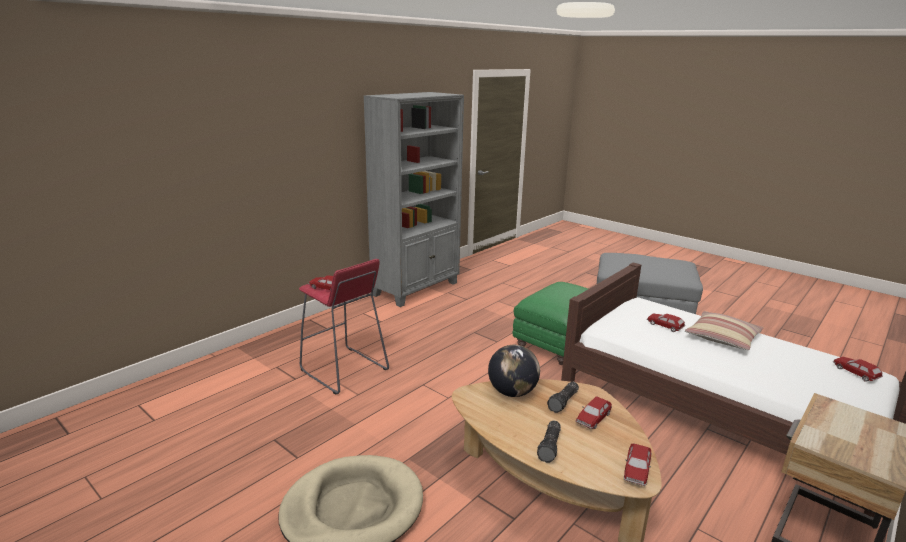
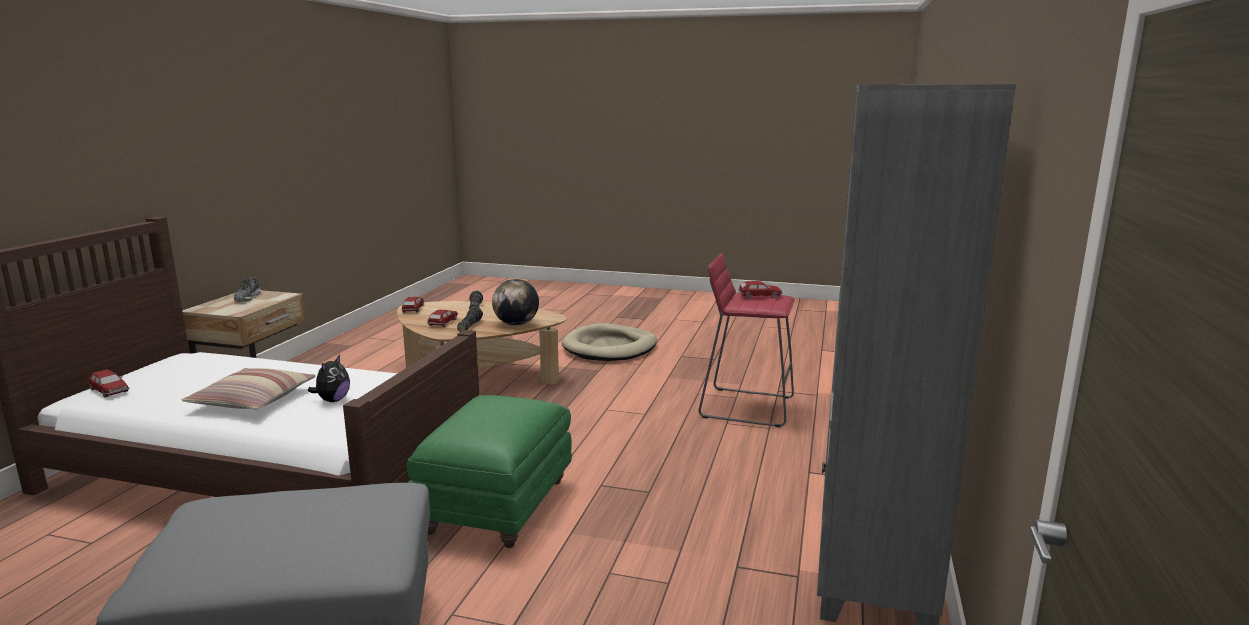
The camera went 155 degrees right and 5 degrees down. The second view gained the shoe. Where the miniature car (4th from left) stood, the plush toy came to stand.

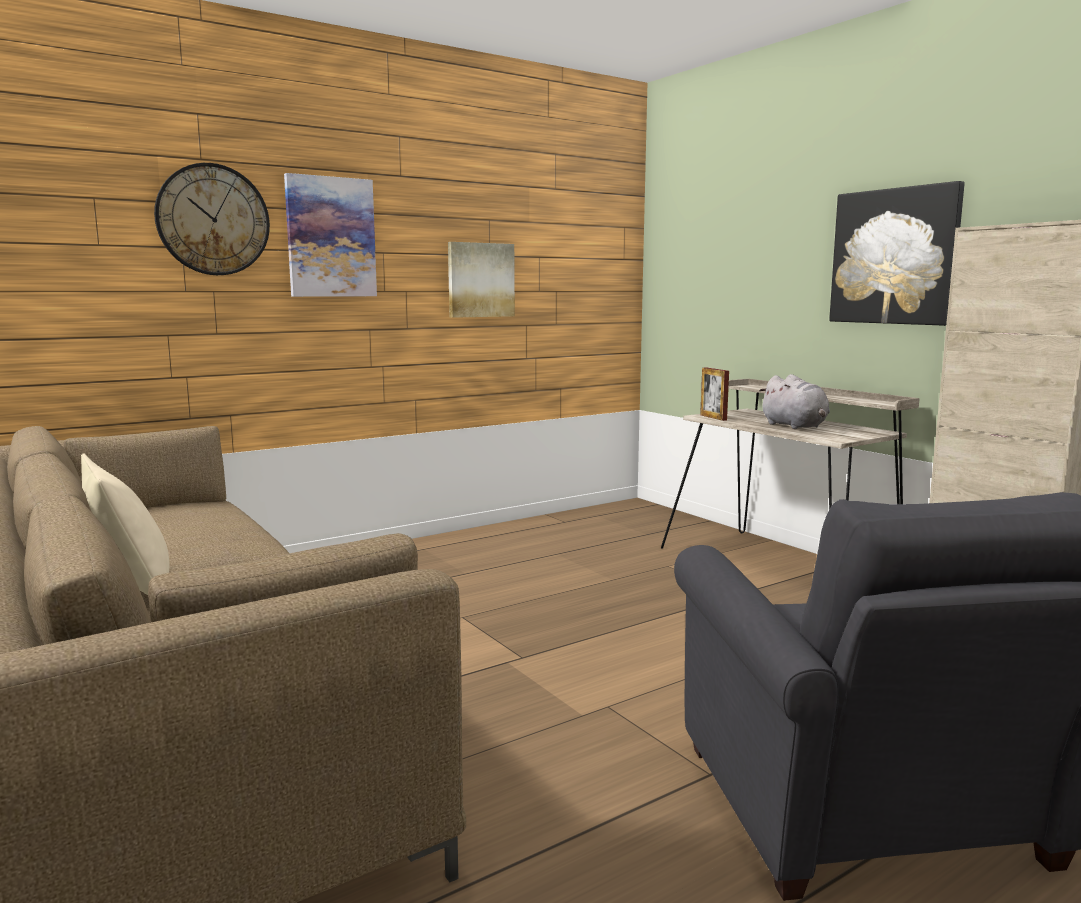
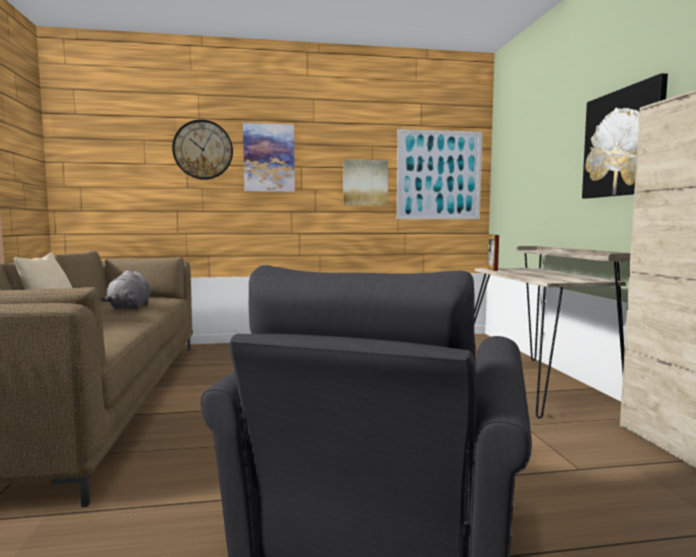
The camera went 25 degrees right and 5 degrees down. The second view gained the picture (3rd from left). The gray plush toy ended up elsewhere.

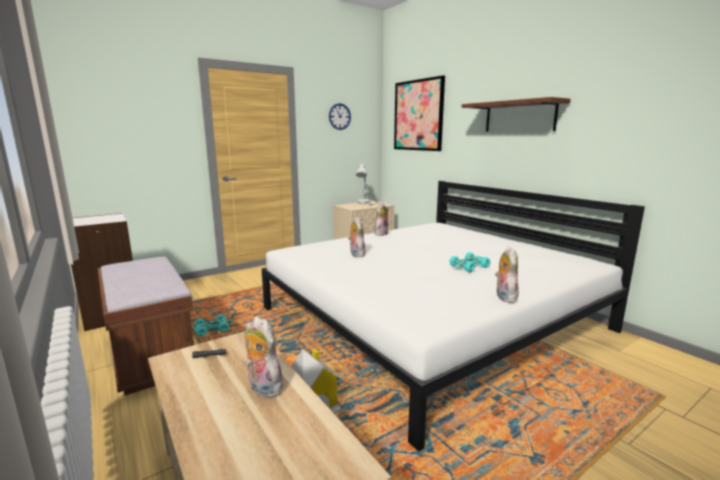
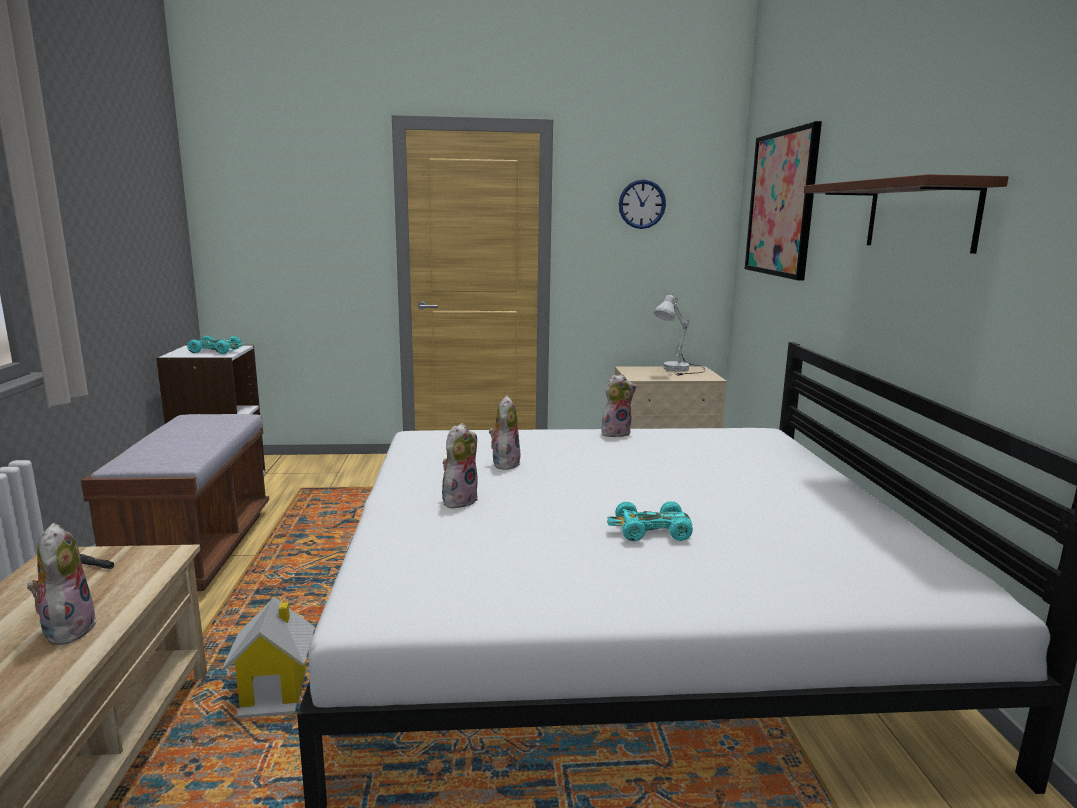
The camera went 30 degrees right and 0 degrees up. The blue-green miniature car (1st from left) ended up elsewhere. The plush toy (4th from left in the first image) ended up elsewhere.

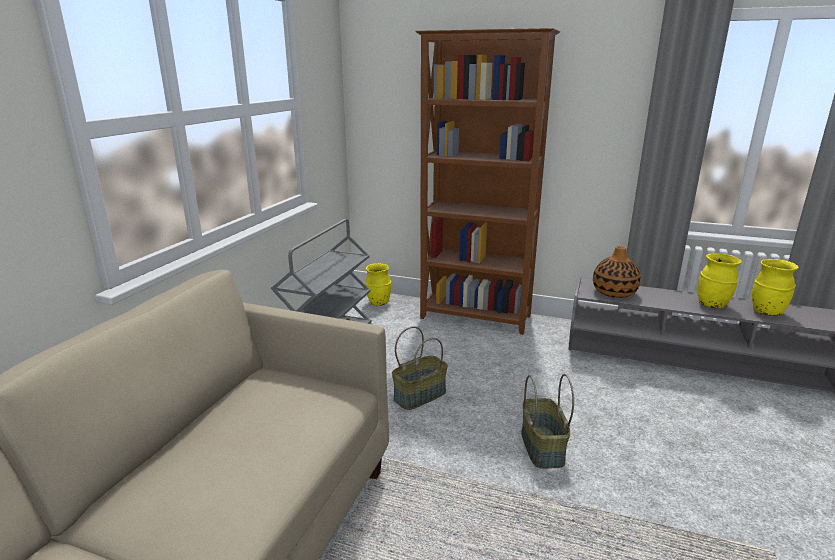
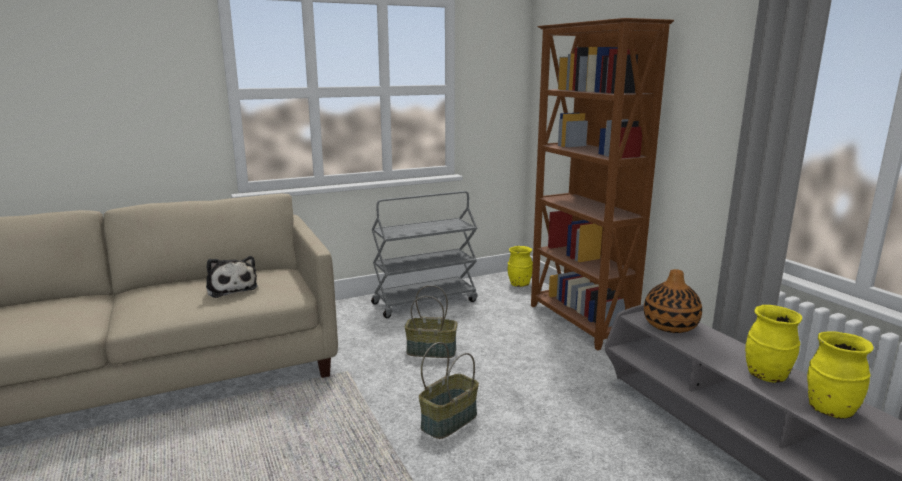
The camera went 45 degrees right and 5 degrees down. The second view gained the plush toy.

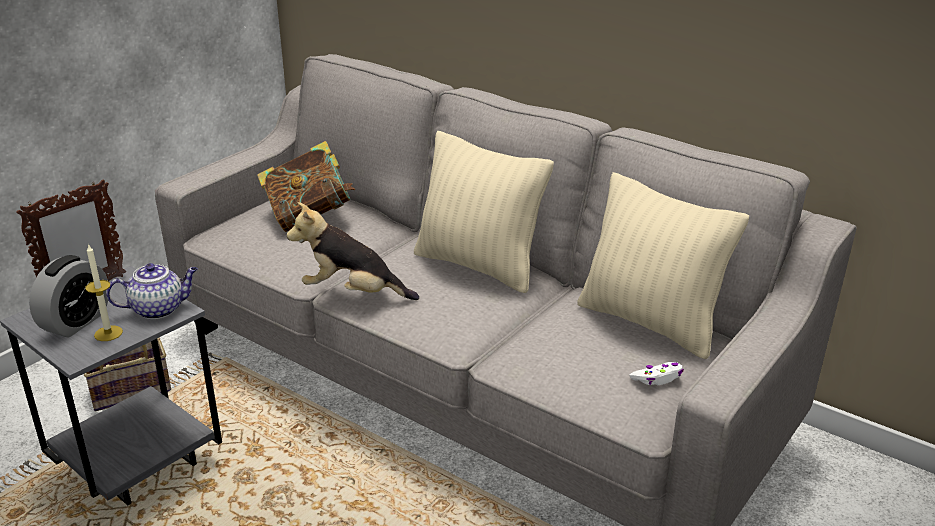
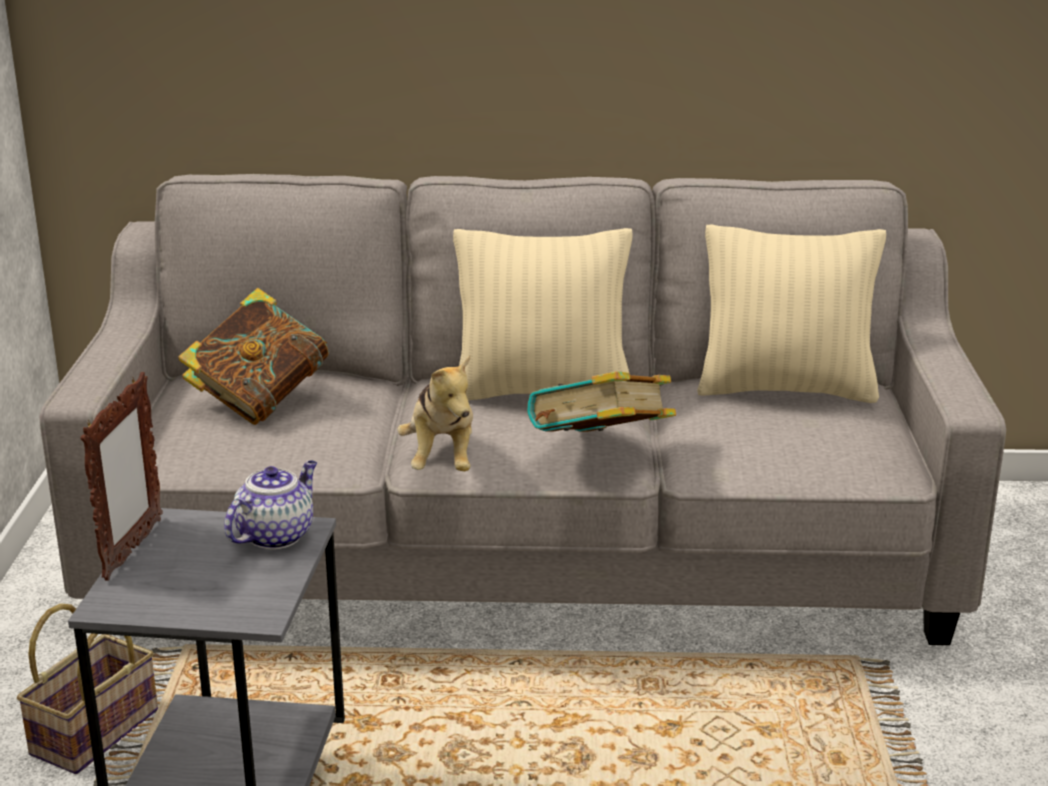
The camera went 35 degrees left and 5 degrees down. The second view lost the table clock. The second view lost the wax light. The second view lost the white-coloured joypad. The second view gained the bound book (2nd from left). The plush toy ended up facing another way, 75 degrees counterclockwise from before.

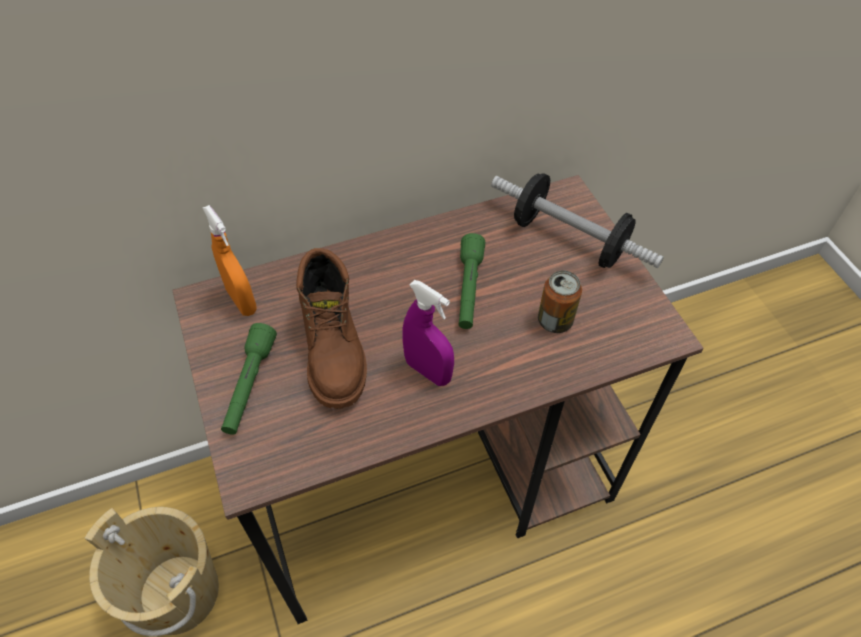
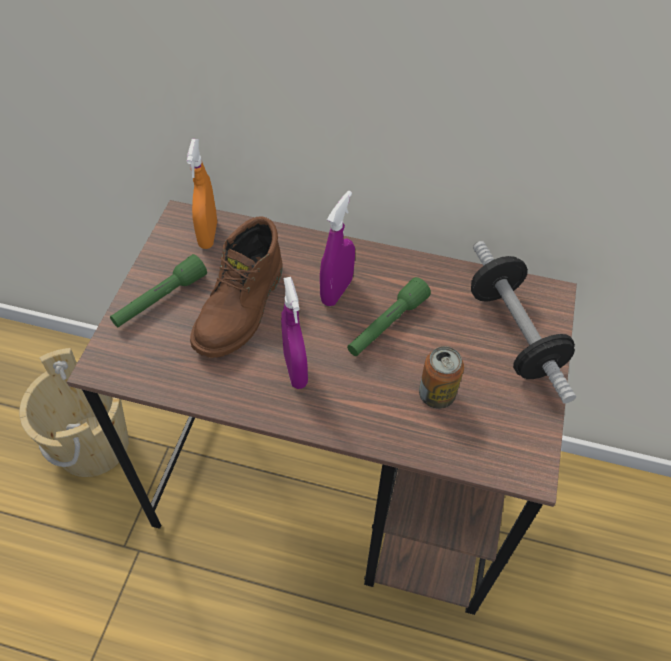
The camera went 35 degrees right and 0 degrees up. The second view gained the purplish hand sprayer (2nd from left).

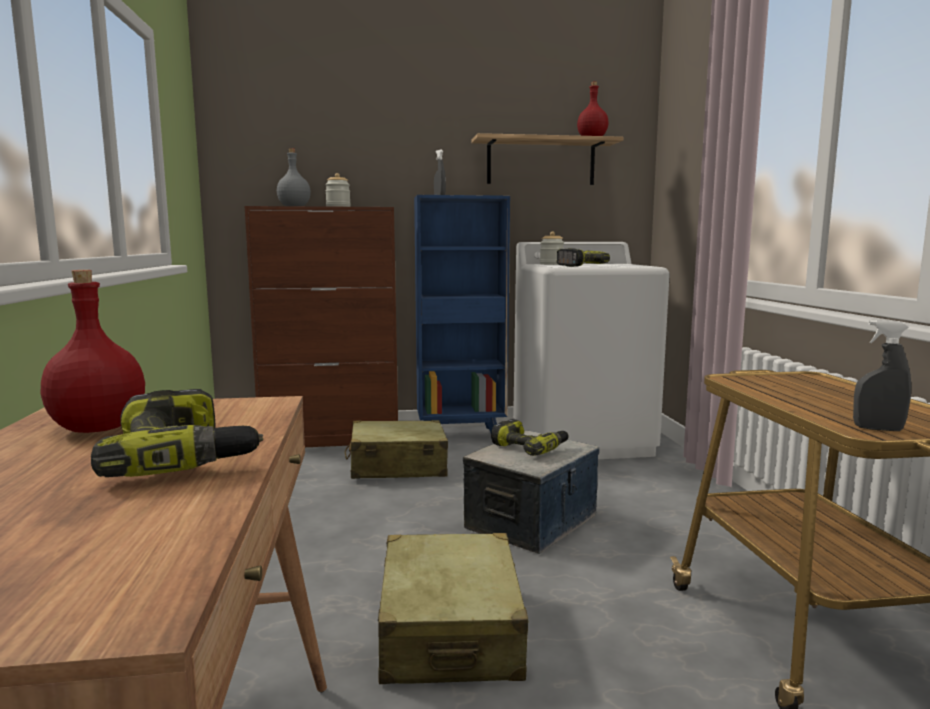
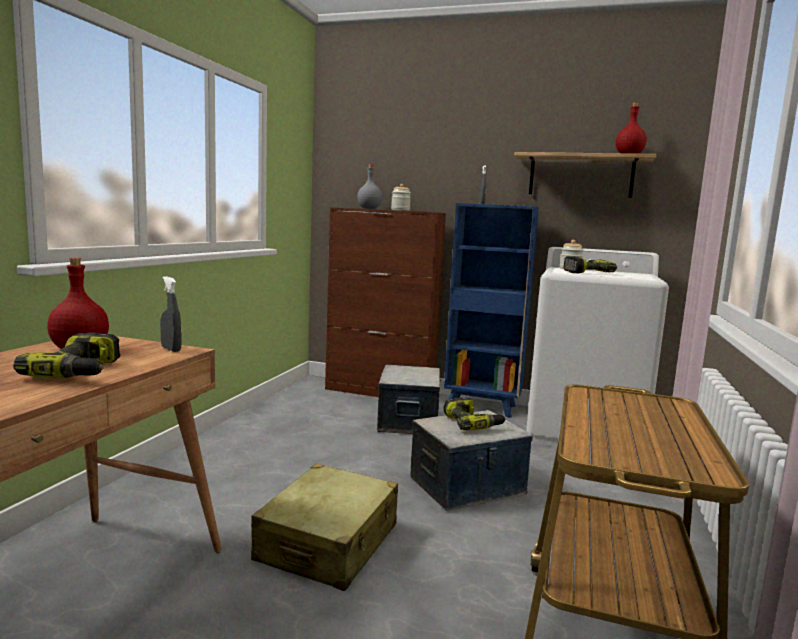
The camera went 25 degrees right and 0 degrees up. The gray hand sprayer (2nd from left in the first image) ended up elsewhere. Where the sand-coloured piece of luggage (1st from left) stood, the storage bin (1st from left) came to stand.

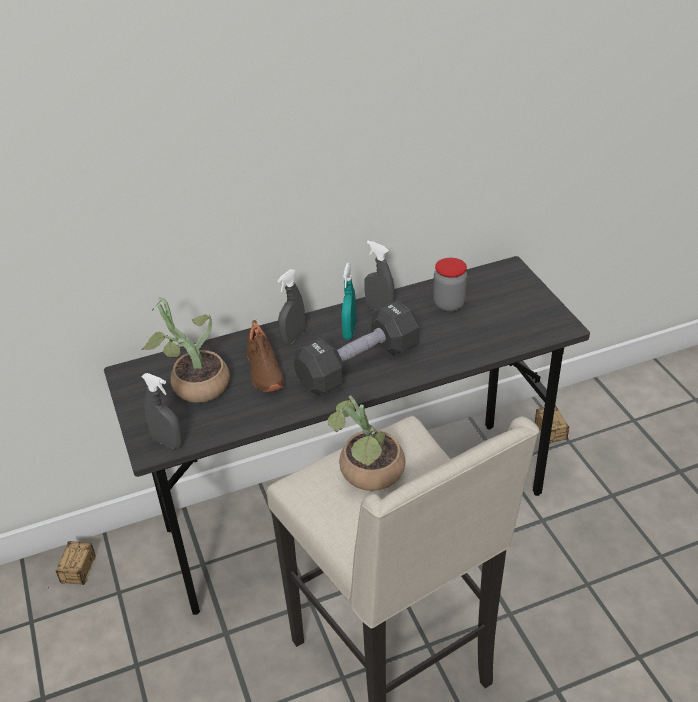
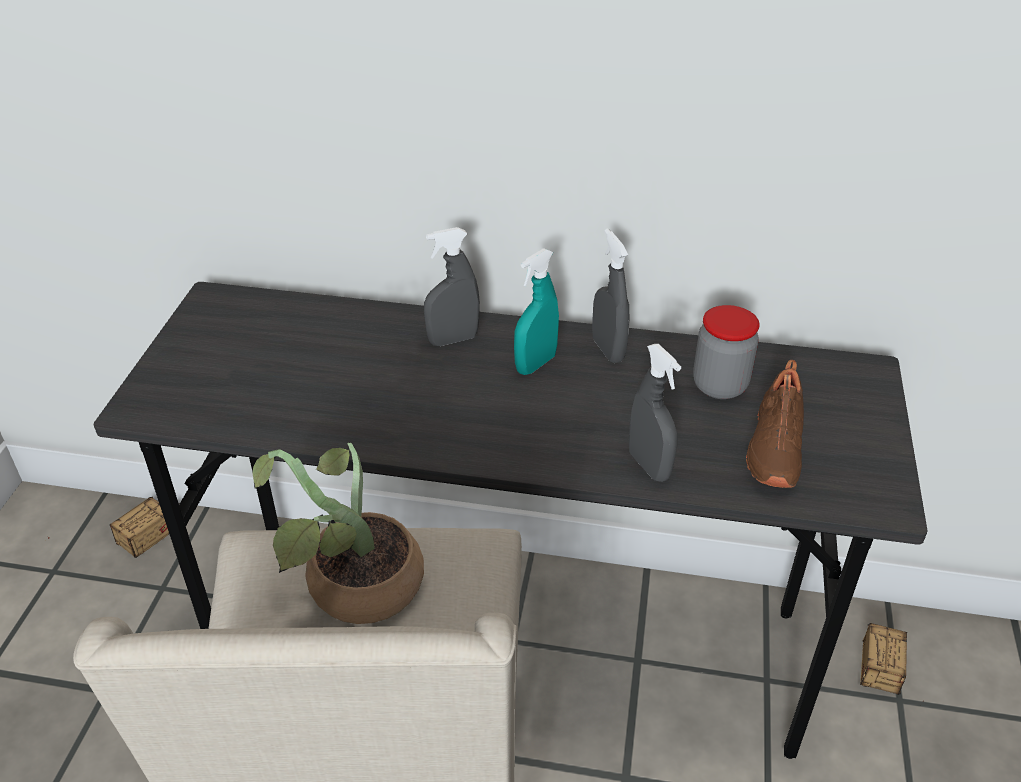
The camera went 30 degrees right and 0 degrees up. The second view lost the houseplant (1st from left). The second view lost the black-coloured free weight. The gray hand sprayer (1st from left in the first image) ended up elsewhere. The brown shoe ended up elsewhere.

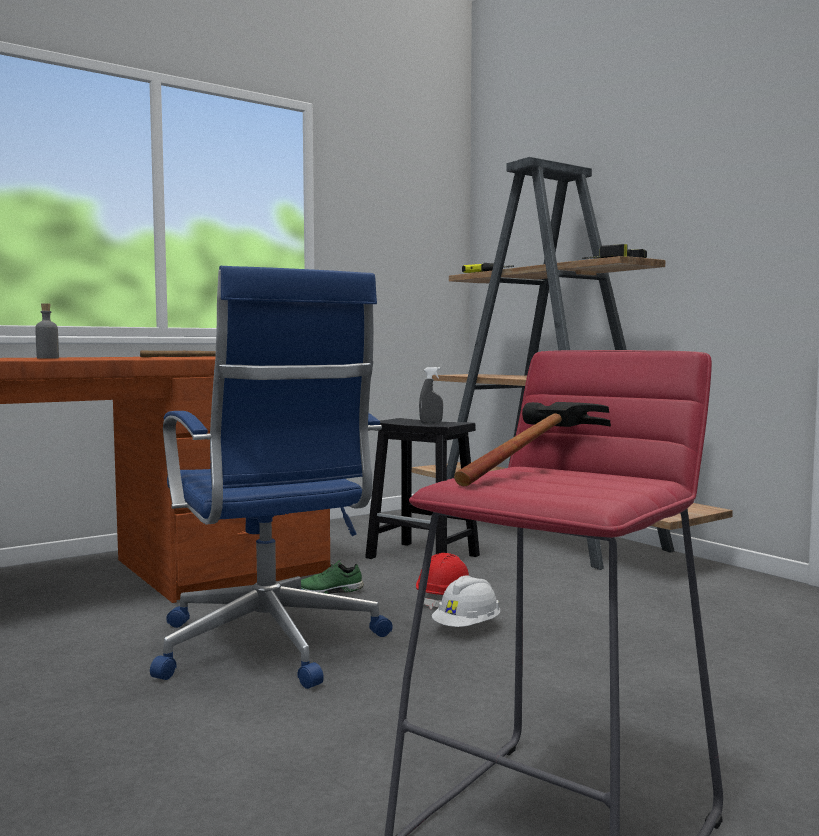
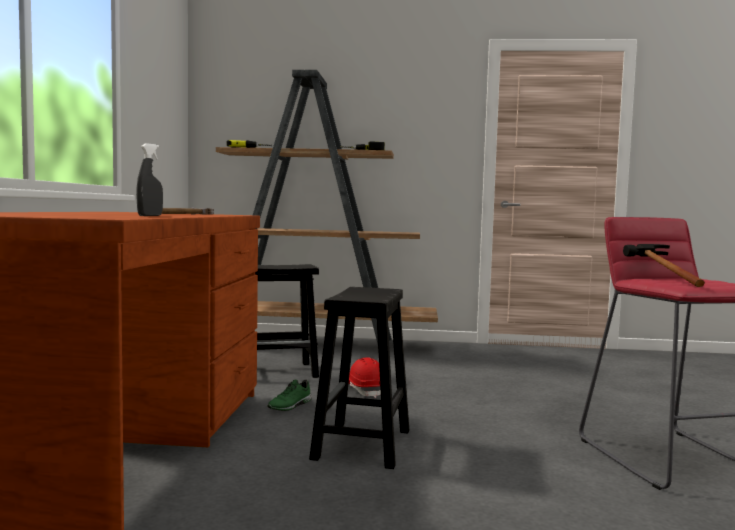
The camera went 50 degrees left and 0 degrees up. The second view lost the gray drink bottle. The second view lost the white-coloured safety helmet. The gray hand sprayer ended up elsewhere. Where the blue-coloured computer chair stood, the black-coloured stool seat (2nd from left) came to stand.

